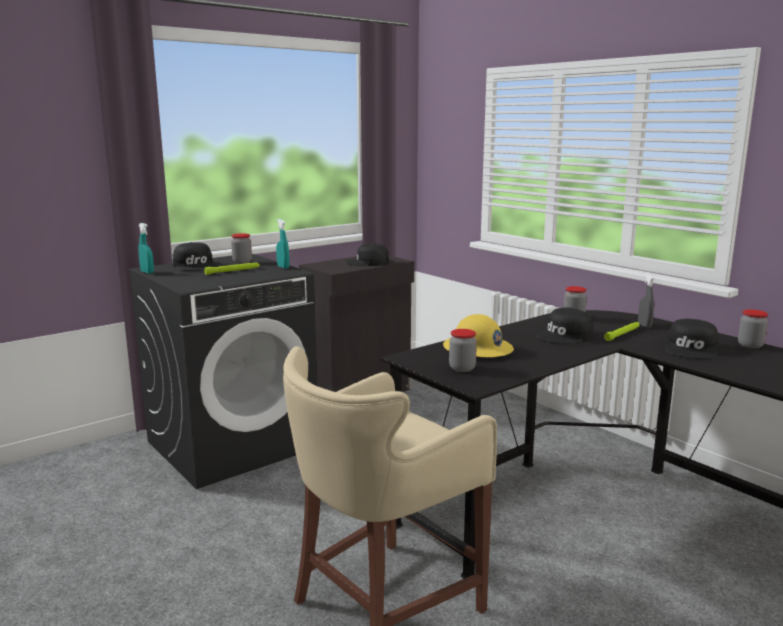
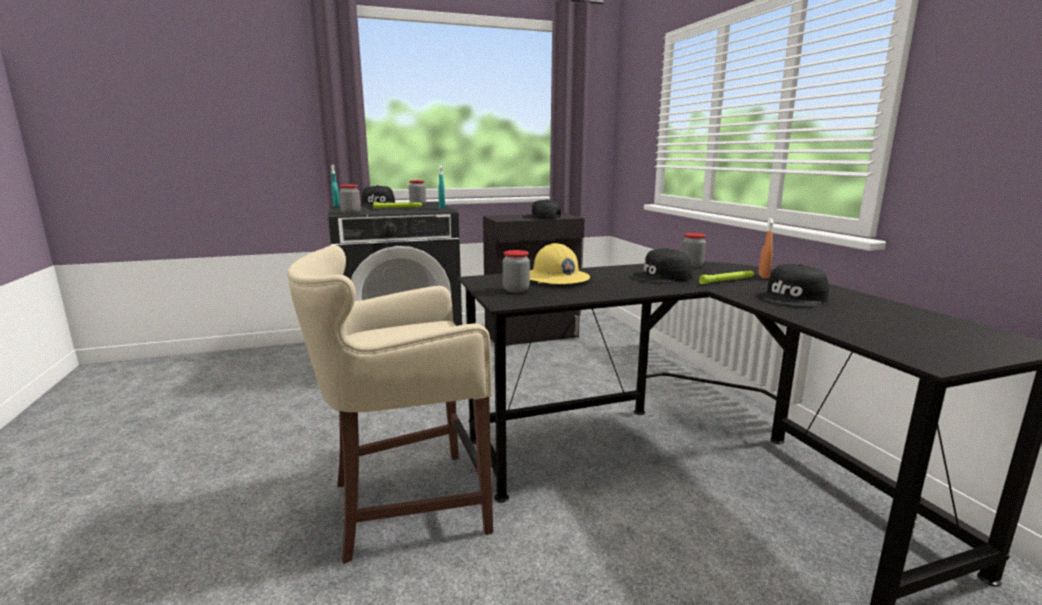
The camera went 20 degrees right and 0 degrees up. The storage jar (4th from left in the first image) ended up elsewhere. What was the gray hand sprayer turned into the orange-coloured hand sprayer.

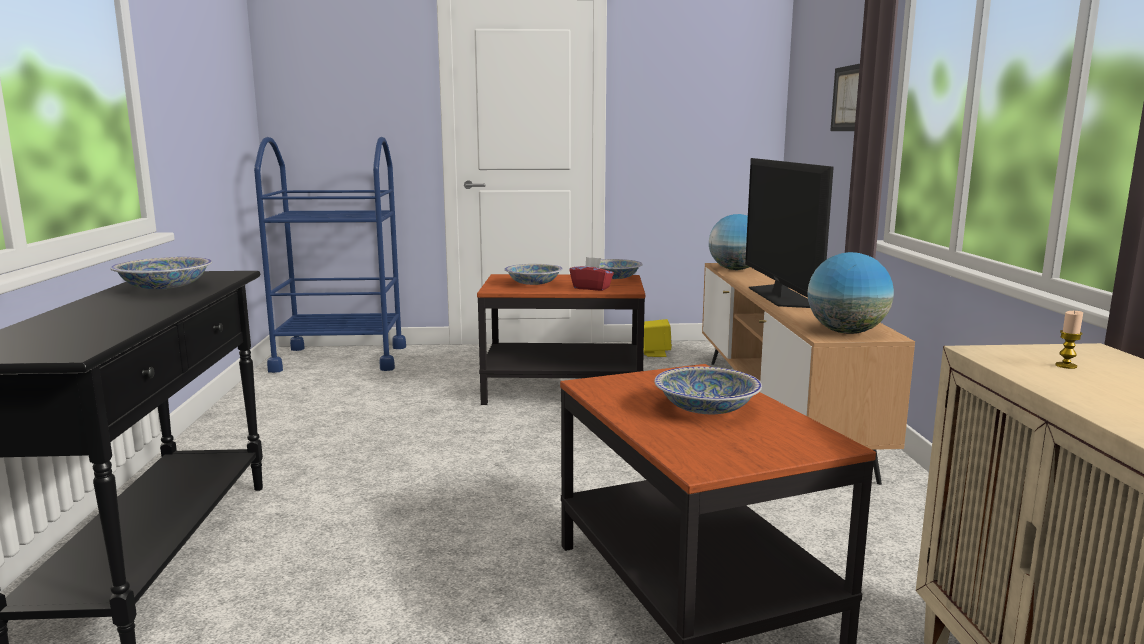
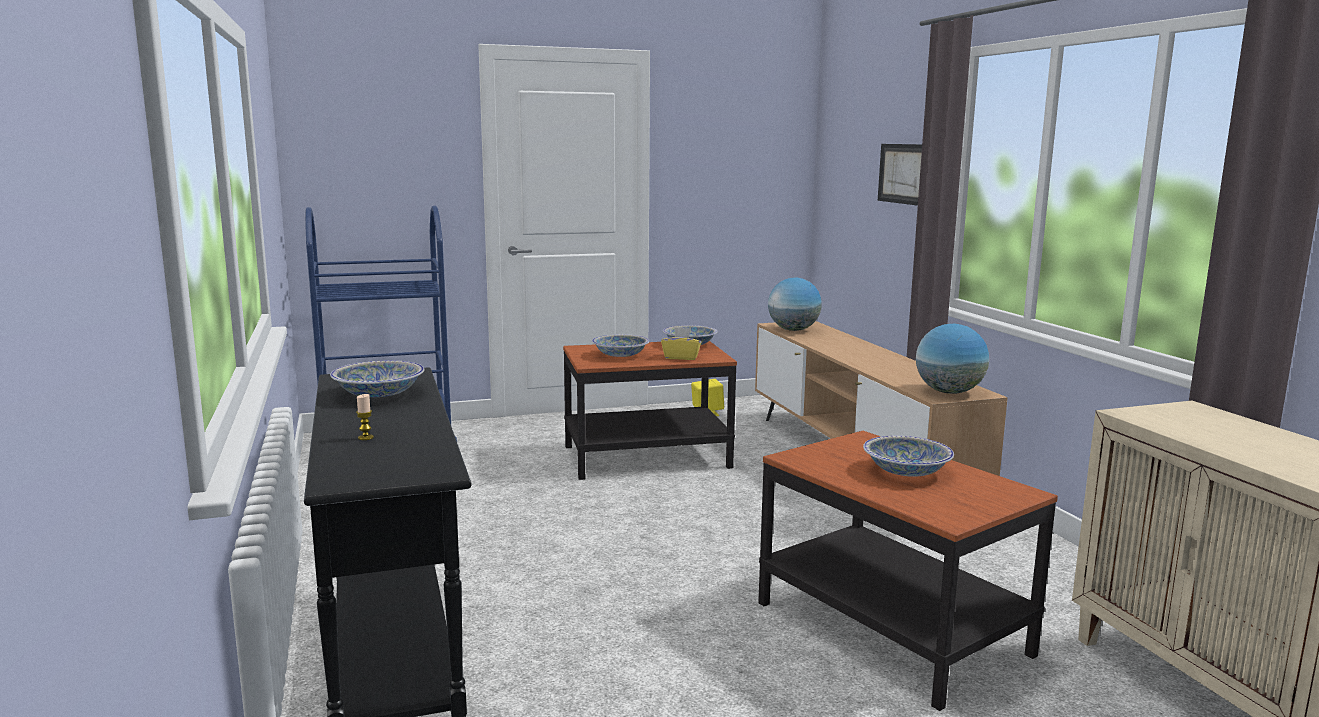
The camera went 15 degrees left and 0 degrees up. The second view lost the TV set. The wax light ended up elsewhere. What was the reddish tissue box turned into the yellow-coloured tissue box.

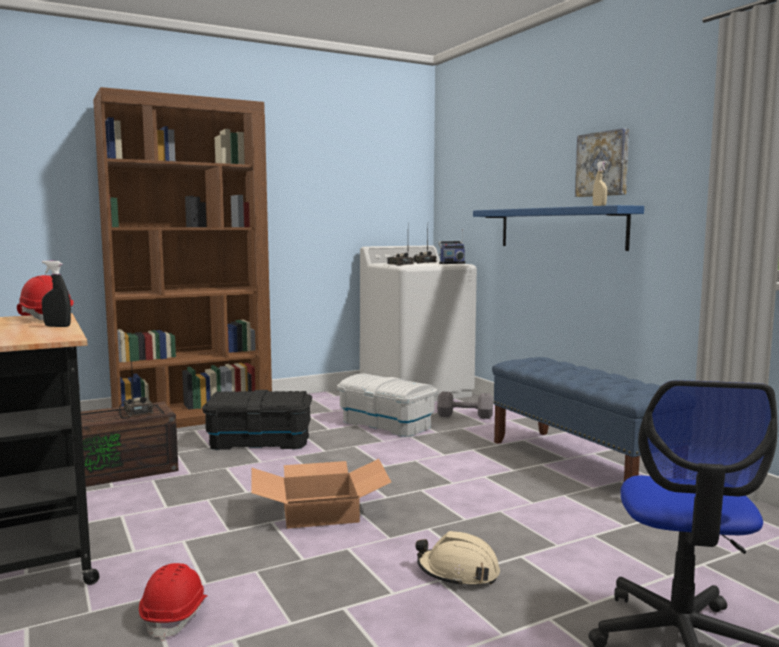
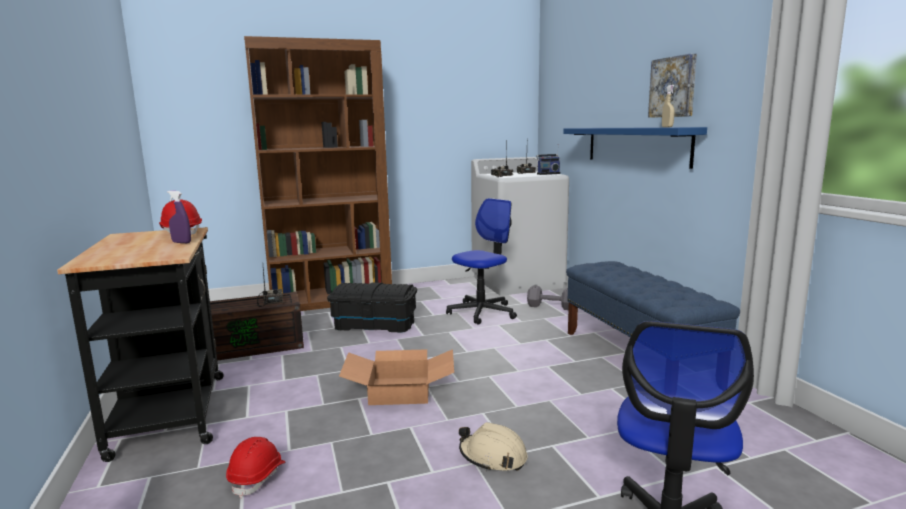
The camera went 10 degrees right and 5 degrees up. Where the white-coloured storage bin stood, the computer chair (1st from left) came to stand. What was the black-coloured hand sprayer turned into the purplish hand sprayer.

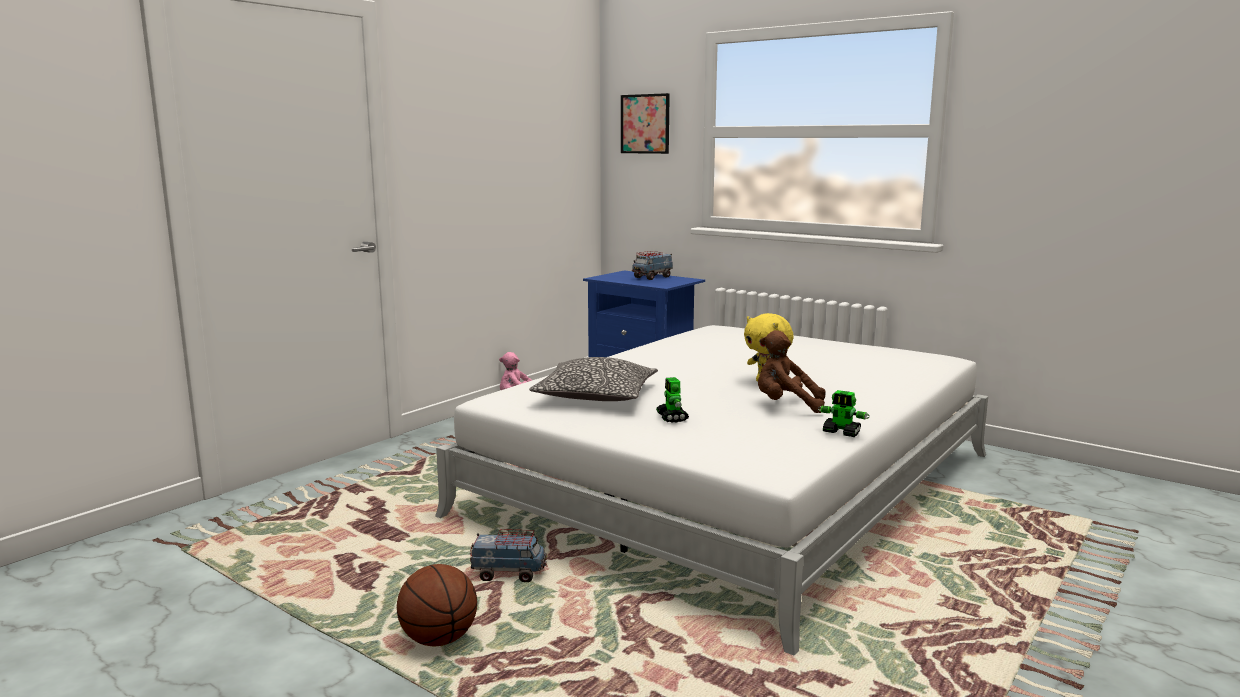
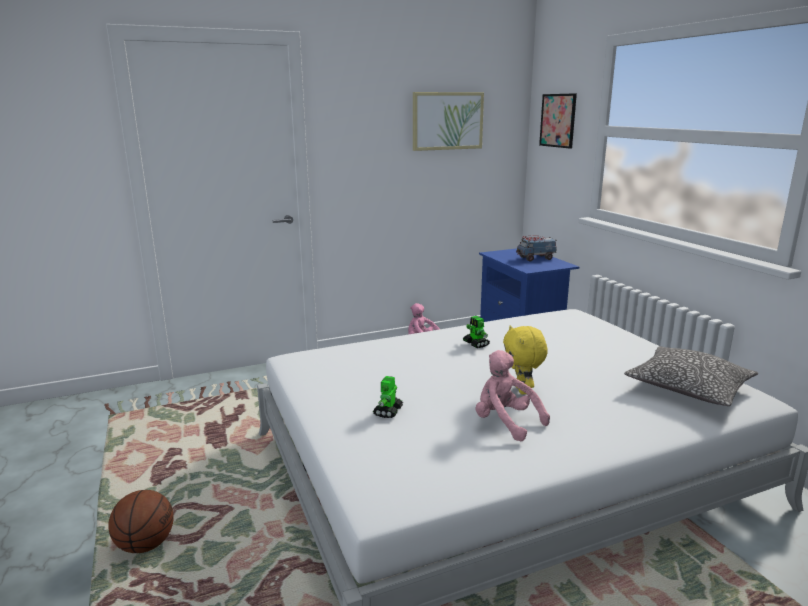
The camera went 30 degrees right and 5 degrees up. The second view lost the toy truck (1st from left). The second view gained the picture (1st from left). The pillow ended up elsewhere. The model robot (2nd from left) ended up elsewhere. What was the brown plush toy turned into the pinkish plush toy (2nd from left).

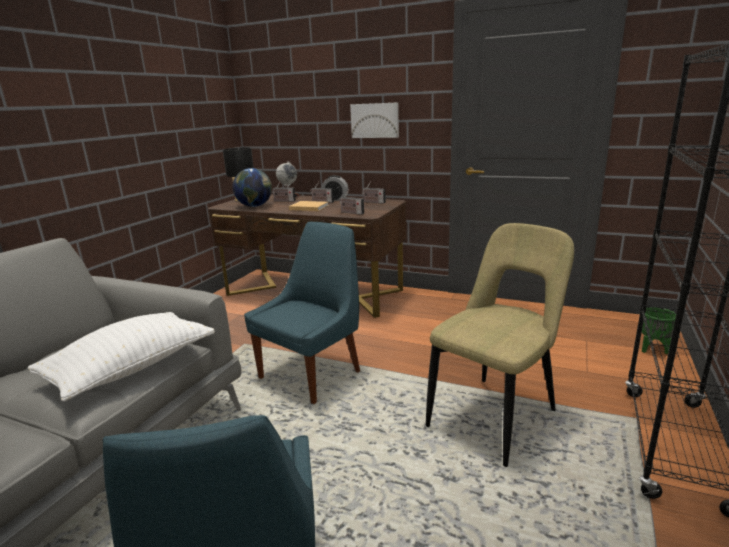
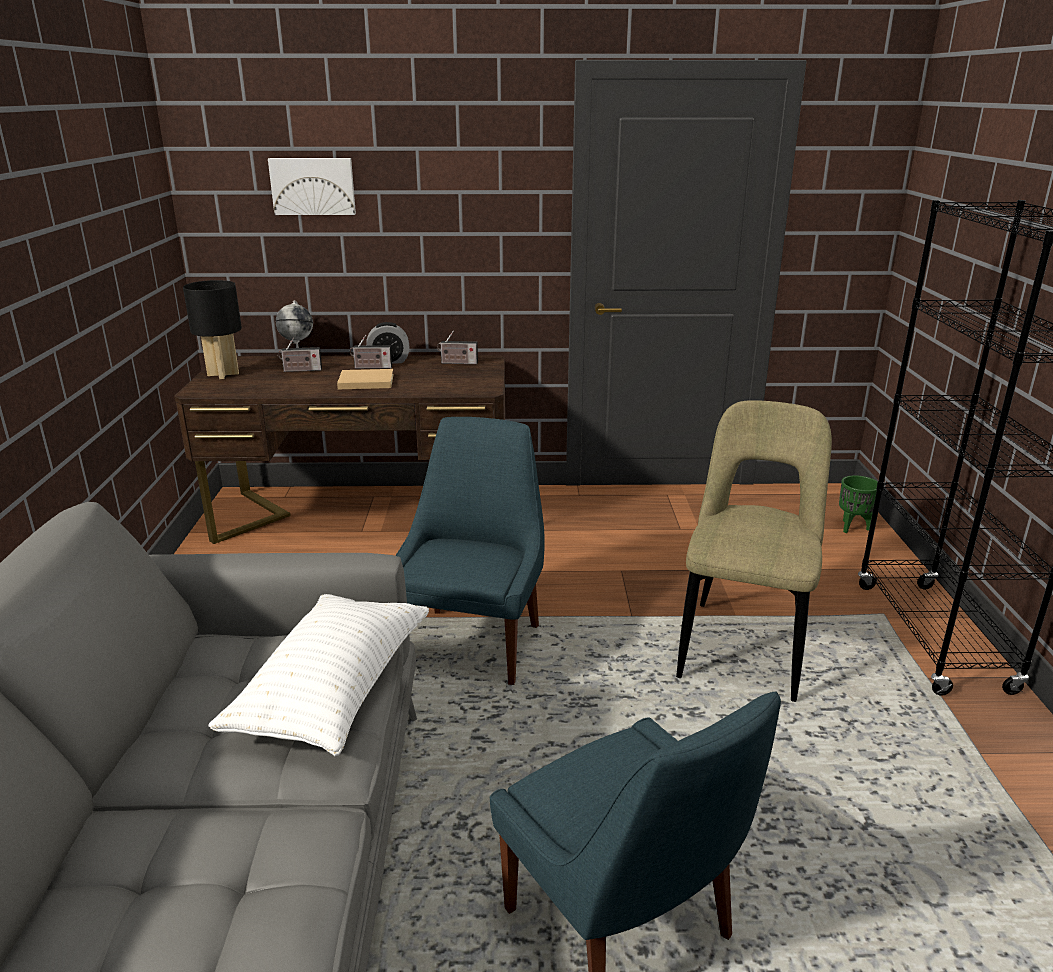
The camera went 25 degrees left and 5 degrees up. The second view lost the desk globe (1st from left). The second view lost the radio receiver (3rd from left). The picture ended up elsewhere.

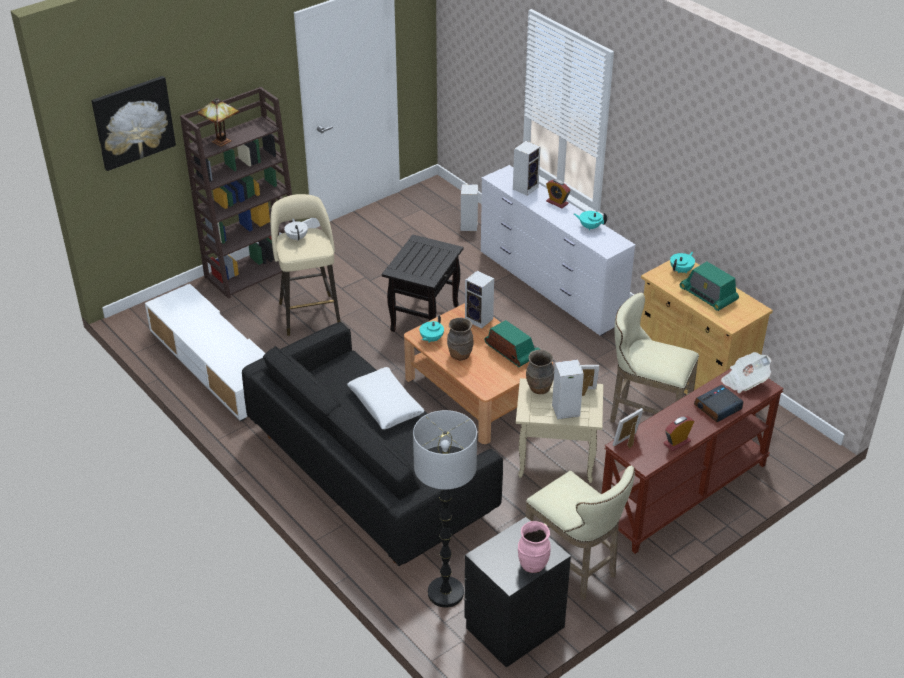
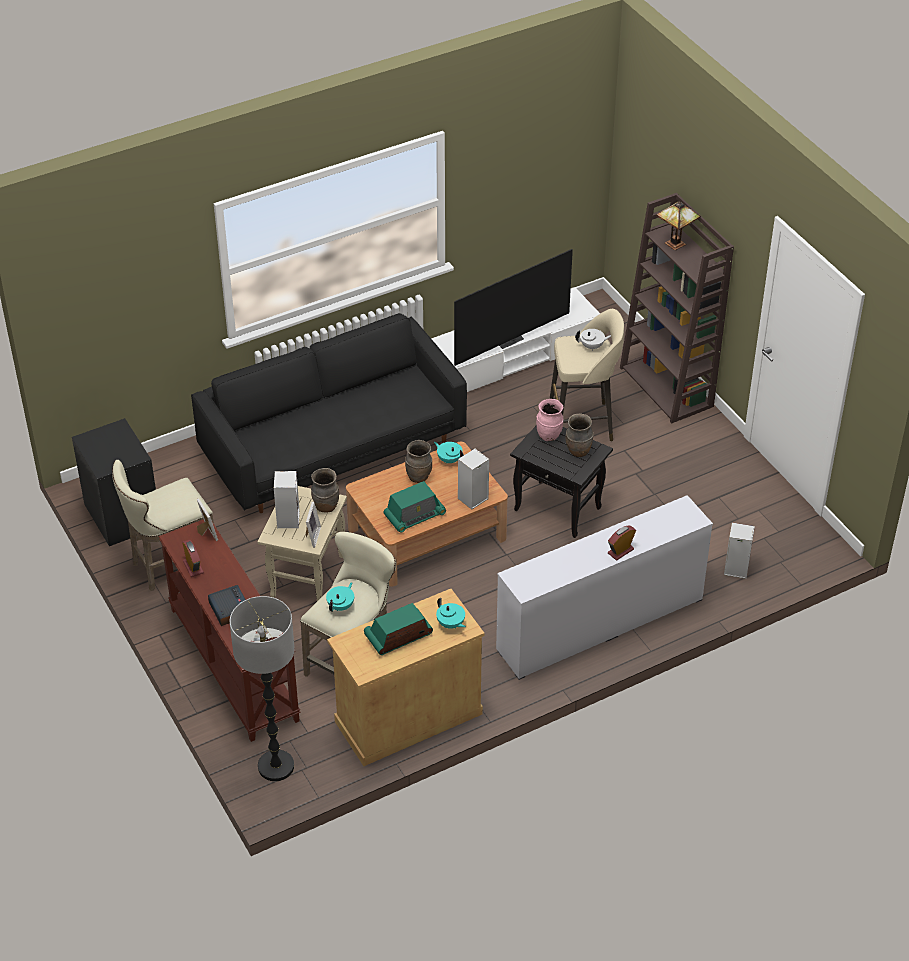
The camera went 100 degrees right and 5 degrees up. The second view lost the picture. The second view lost the white-coloured pillow. The second view lost the audio speaker (3rd from left). The second view gained the TV set. The second view gained the brown vase (3rd from left). The standard lamp ended up elsewhere. The pinkish vase ended up elsewhere. The blue-green teapot (2nd from left in the first image) ended up elsewhere.

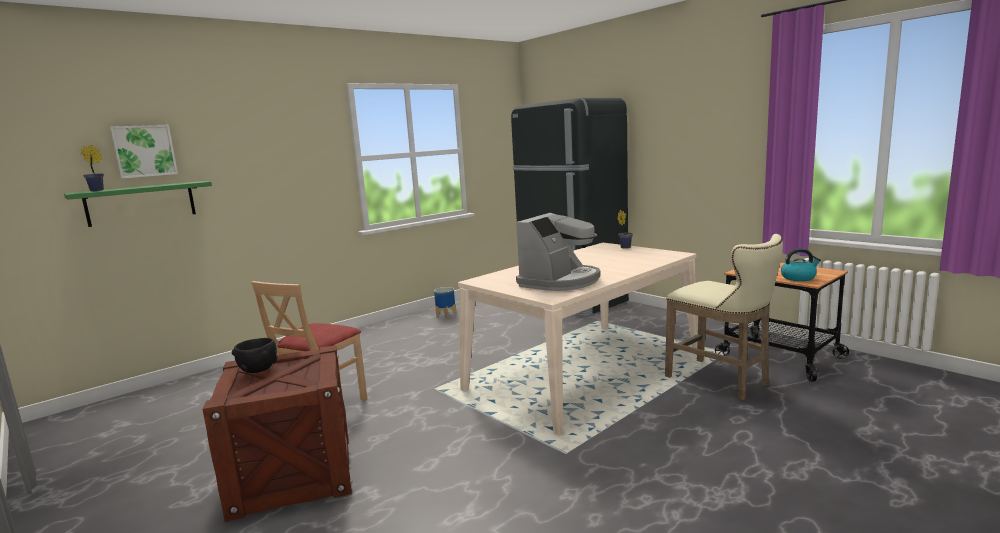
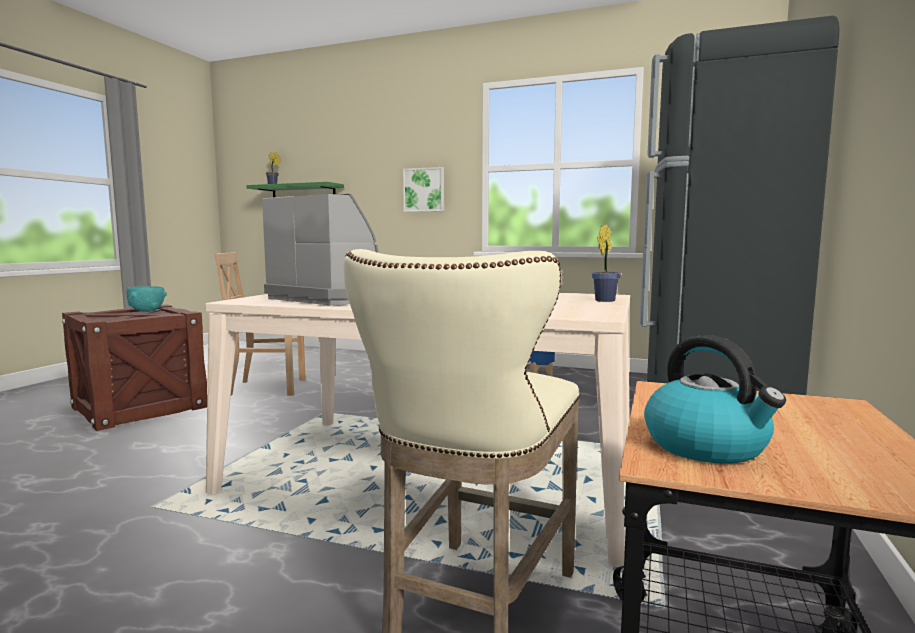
The camera went 60 degrees right and 5 degrees down. The picture ended up elsewhere. What was the black-coloured deep dish turned into the blue-green deep dish. The coffee machine ended up facing another way, 150 degrees counterclockwise from before.

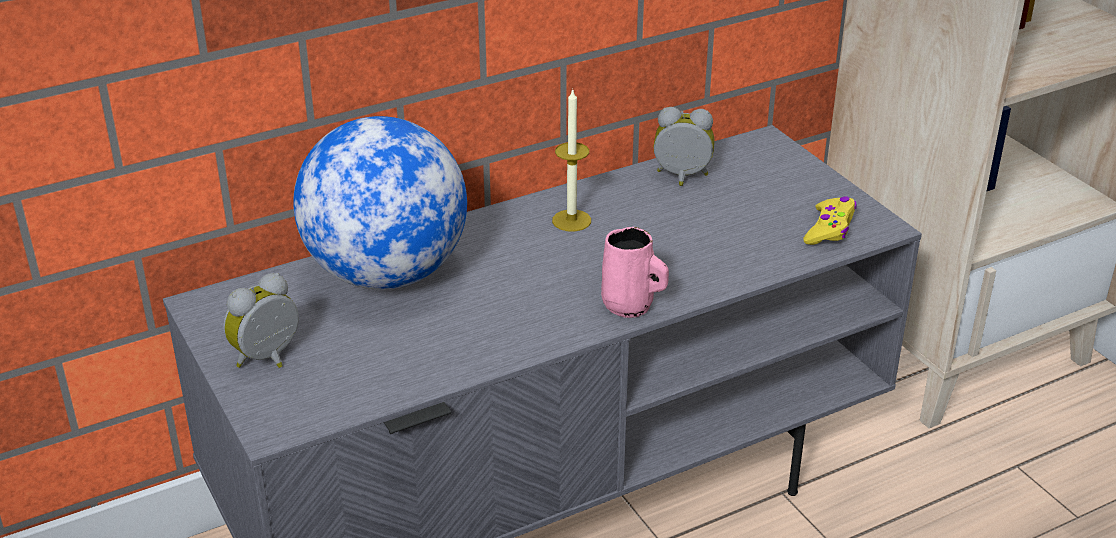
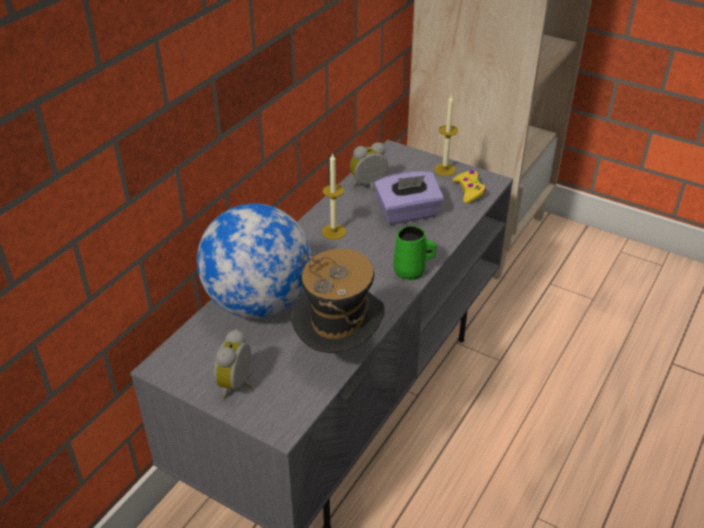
The camera went 30 degrees left and 5 degrees up. The second view gained the wearable hat. The second view gained the purplish tissue box. The second view gained the wax light (2nd from left). What was the pinkish mug turned into the greenish mug.

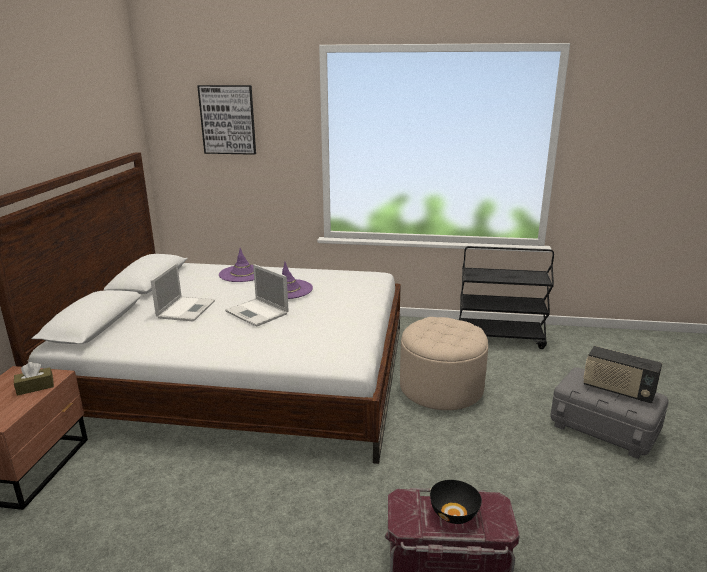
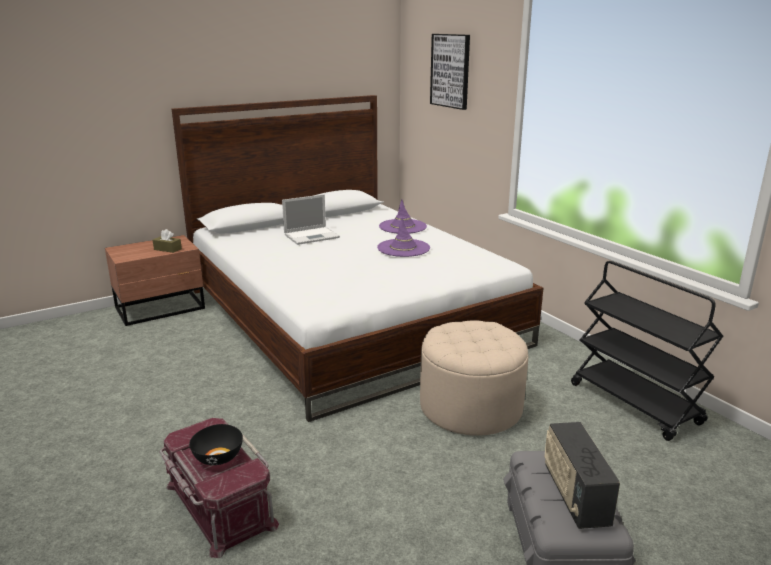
The camera went 50 degrees right and 0 degrees up. The second view lost the notebook computer (2nd from left).

